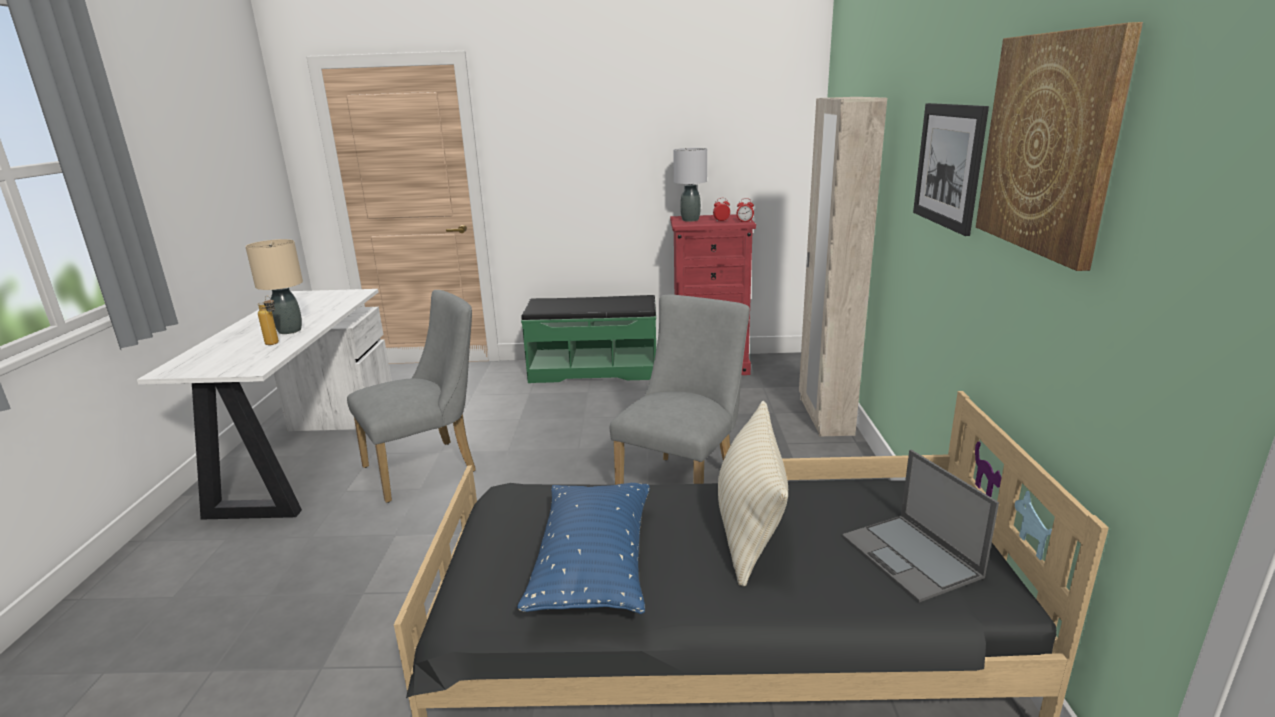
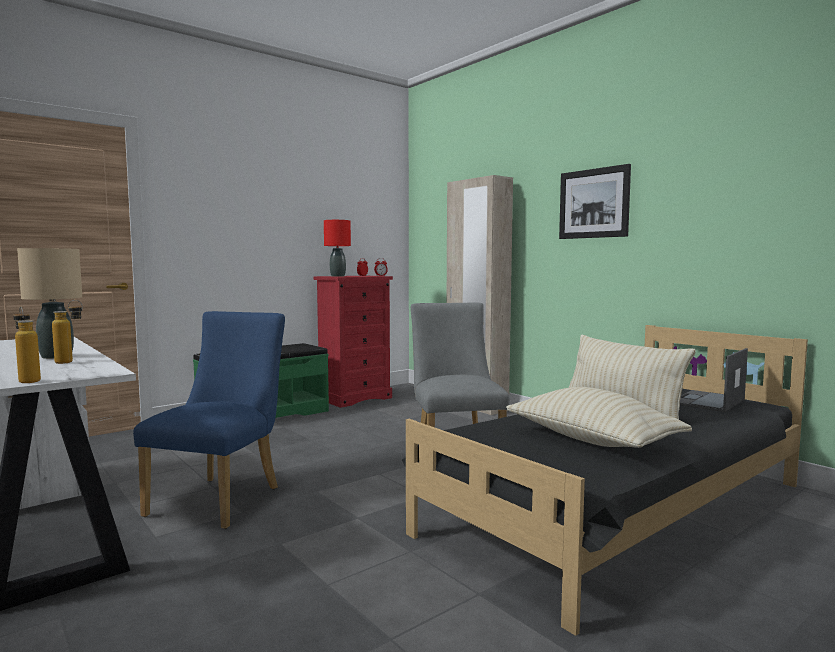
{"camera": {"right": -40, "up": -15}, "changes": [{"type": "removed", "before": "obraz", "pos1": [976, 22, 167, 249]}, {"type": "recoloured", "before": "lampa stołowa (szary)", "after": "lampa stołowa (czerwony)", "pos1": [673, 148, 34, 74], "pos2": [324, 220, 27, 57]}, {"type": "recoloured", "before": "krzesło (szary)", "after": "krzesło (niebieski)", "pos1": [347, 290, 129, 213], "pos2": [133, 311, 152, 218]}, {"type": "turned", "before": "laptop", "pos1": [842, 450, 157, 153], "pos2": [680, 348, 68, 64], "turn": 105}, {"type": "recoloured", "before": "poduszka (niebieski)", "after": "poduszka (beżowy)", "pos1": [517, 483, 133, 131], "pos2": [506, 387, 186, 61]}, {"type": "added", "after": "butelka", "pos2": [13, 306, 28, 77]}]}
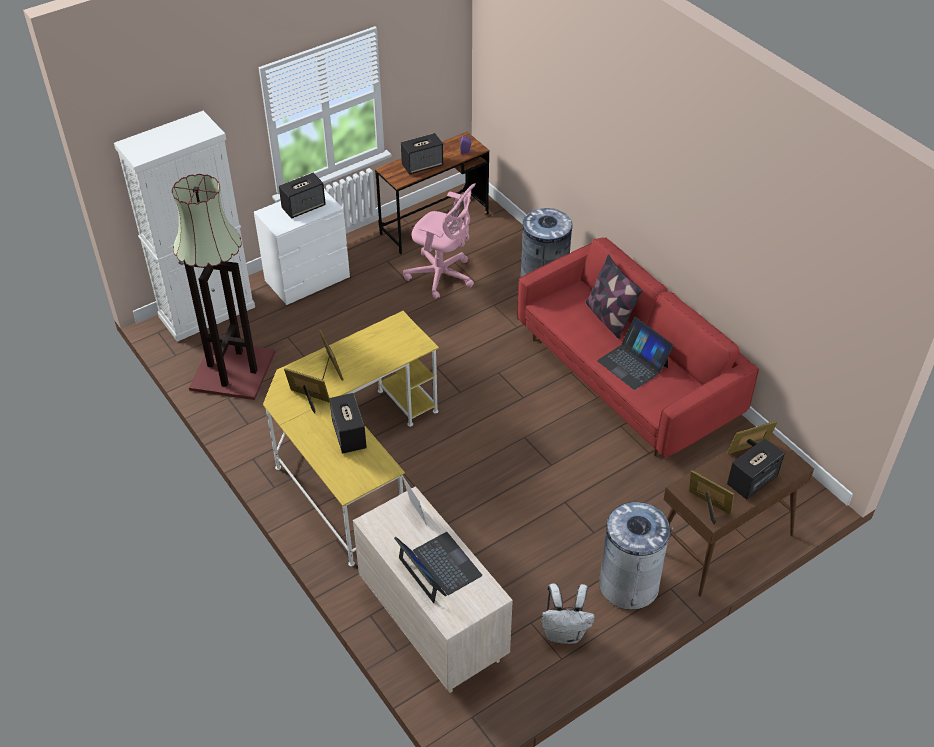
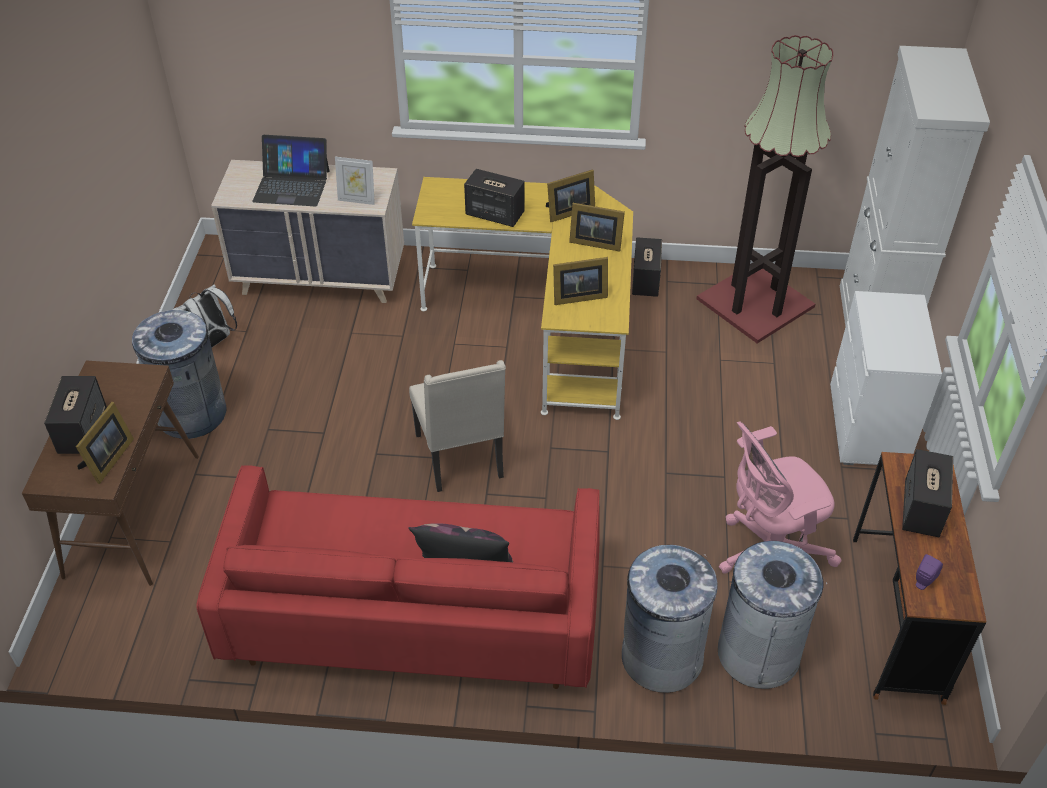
{"camera": {"right": 130, "up": 0}, "changes": [{"type": "moved", "before": "głośnik", "pos1": [279, 173, 47, 45], "pos2": [632, 237, 30, 60]}, {"type": "removed", "before": "laptop", "pos1": [597, 317, 77, 73]}, {"type": "moved", "before": "ramka na zdjęcie", "pos1": [689, 470, 45, 55], "pos2": [553, 257, 55, 48]}, {"type": "added", "after": "krzesło (beżowy)", "pos2": [409, 360, 97, 132]}, {"type": "added", "after": "kosz na śmieci (szary)", "pos2": [718, 541, 109, 148]}]}
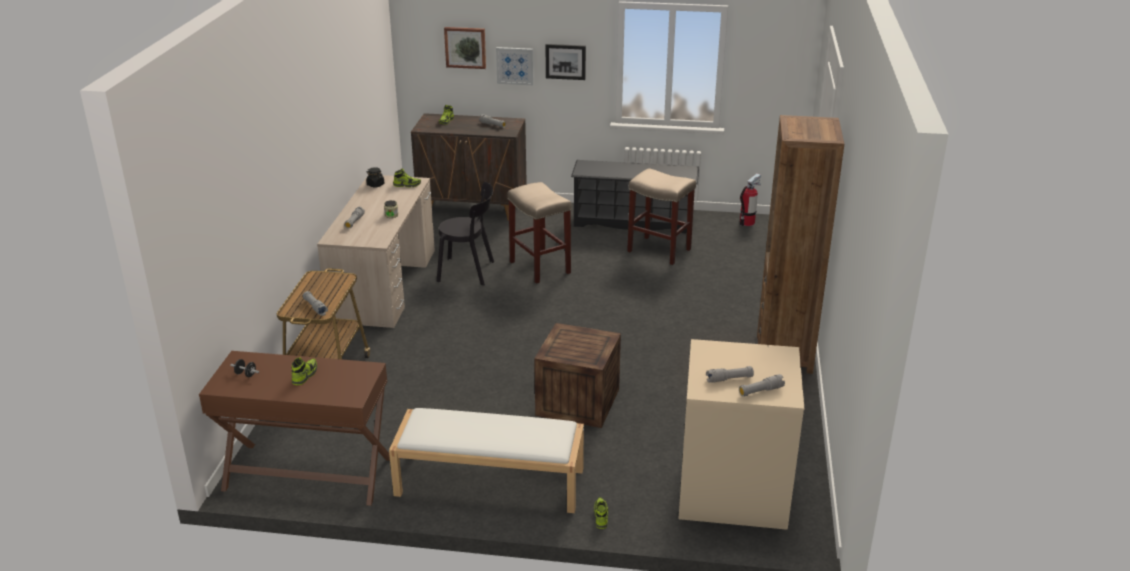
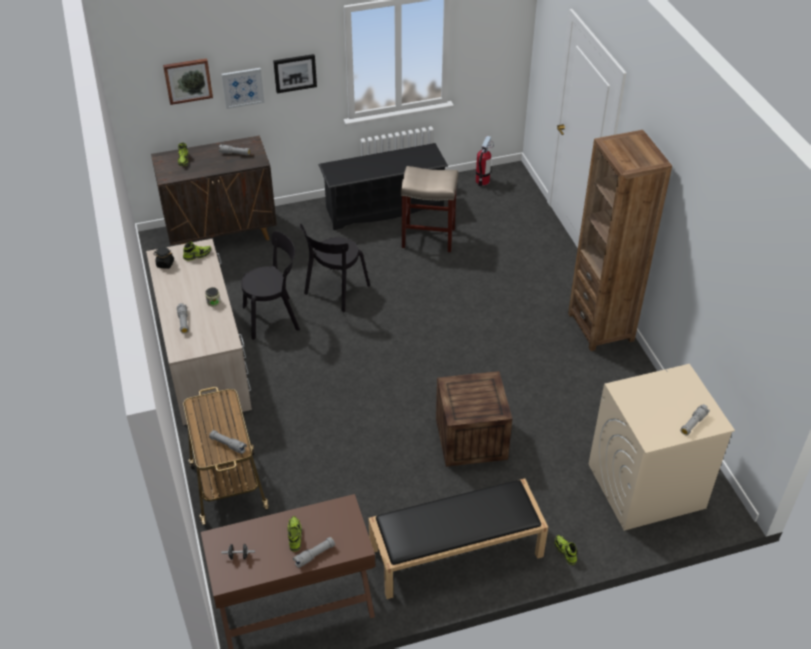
{"camera": {"right": -25, "up": 15}, "changes": [{"type": "replaced", "before": "stołek (beżowy)", "after": "krzesło (czarny)", "pos1": [507, 182, 65, 102], "pos2": [300, 223, 70, 89]}, {"type": "moved", "before": "latarka (szary)", "pos1": [706, 366, 48, 17], "pos2": [293, 537, 42, 31]}, {"type": "recoloured", "before": "ławka (biały)", "after": "ławka (czarny)", "pos1": [389, 408, 195, 105], "pos2": [368, 478, 180, 121]}]}
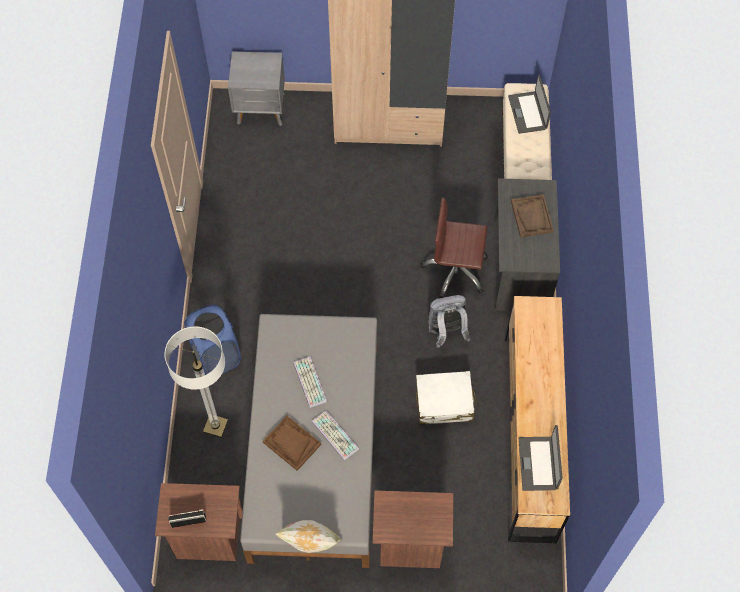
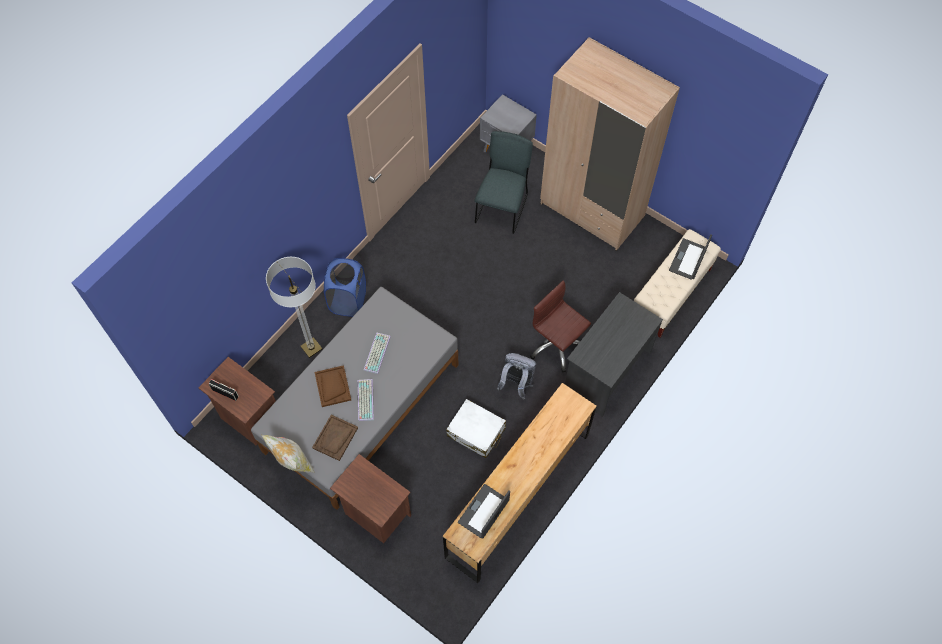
{"camera": {"right": 35, "up": 0}, "changes": [{"type": "moved", "before": "taca (brązowy)", "pos1": [511, 195, 43, 42], "pos2": [312, 415, 46, 46]}, {"type": "added", "after": "krzesło (szary)", "pos2": [474, 131, 59, 103]}]}
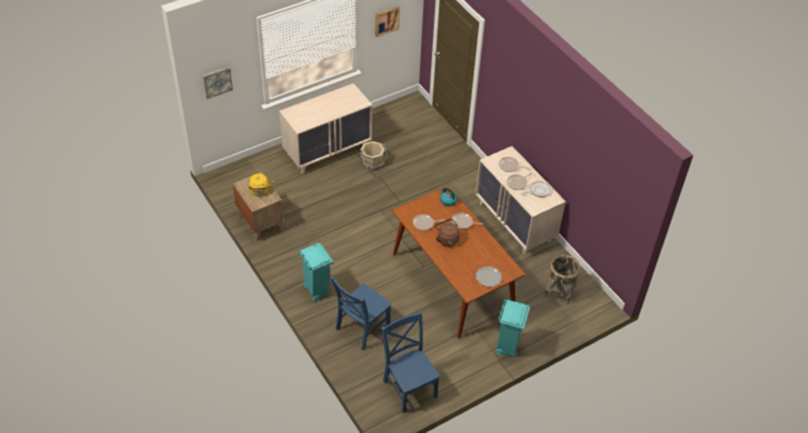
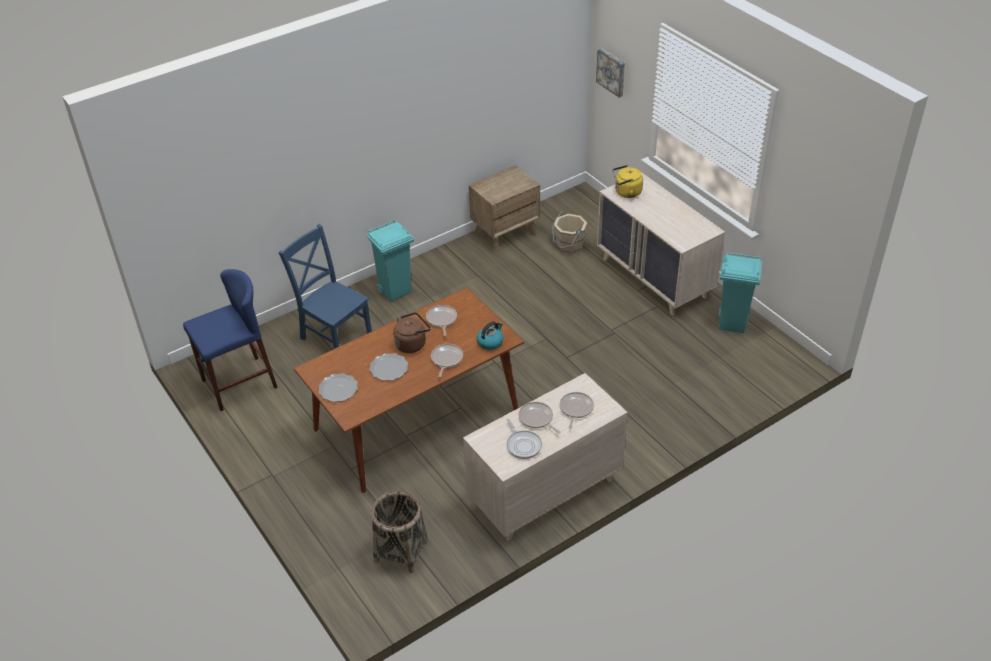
{"camera": {"right": 90, "up": -5}, "changes": [{"type": "removed", "before": "obraz", "pos1": [375, 6, 25, 31]}, {"type": "moved", "before": "wiadro (beżowy)", "pos1": [360, 141, 28, 29], "pos2": [552, 211, 36, 42]}, {"type": "moved", "before": "czajnik (żółty)", "pos1": [248, 173, 25, 23], "pos2": [612, 165, 31, 33]}, {"type": "moved", "before": "kosz na śmieci (turkusowy)", "pos1": [496, 299, 34, 58], "pos2": [718, 252, 44, 81]}, {"type": "replaced", "before": "krzesło (niebieski)", "after": "stołek (niebieski)", "pos1": [381, 311, 59, 102], "pos2": [183, 269, 95, 142]}, {"type": "added", "after": "talerz", "pos2": [370, 353, 38, 28]}]}
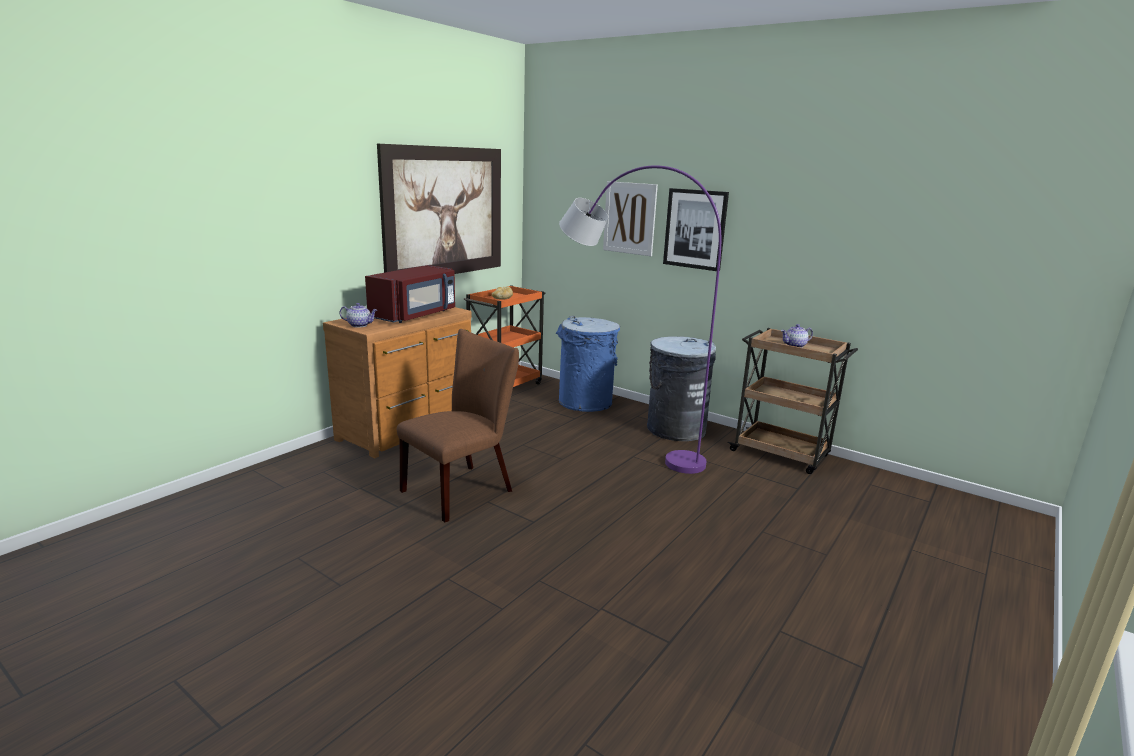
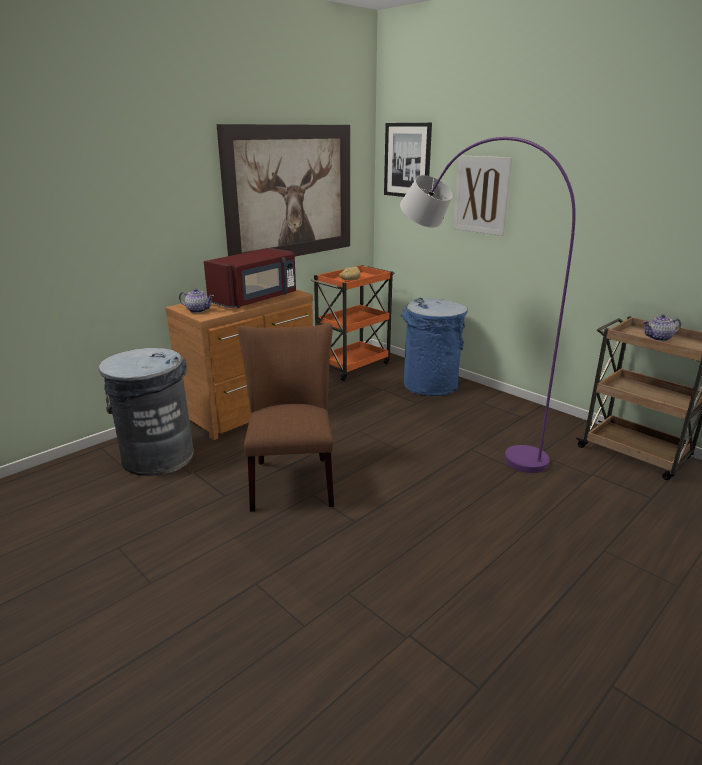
{"camera": {"right": 10, "up": 5}, "changes": [{"type": "moved", "before": "obraz", "pos1": [663, 188, 66, 83], "pos2": [384, 123, 48, 74]}, {"type": "turned", "before": "krzesło (brązowy)", "pos1": [397, 329, 122, 193], "pos2": [238, 323, 96, 189], "turn": -60}, {"type": "moved", "before": "kosz na śmieci (szary)", "pos1": [647, 336, 69, 105], "pos2": [99, 348, 95, 128]}]}
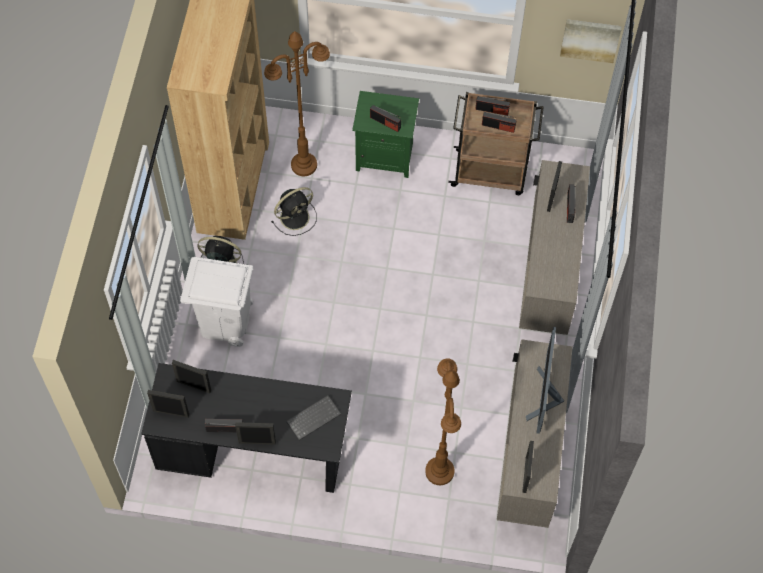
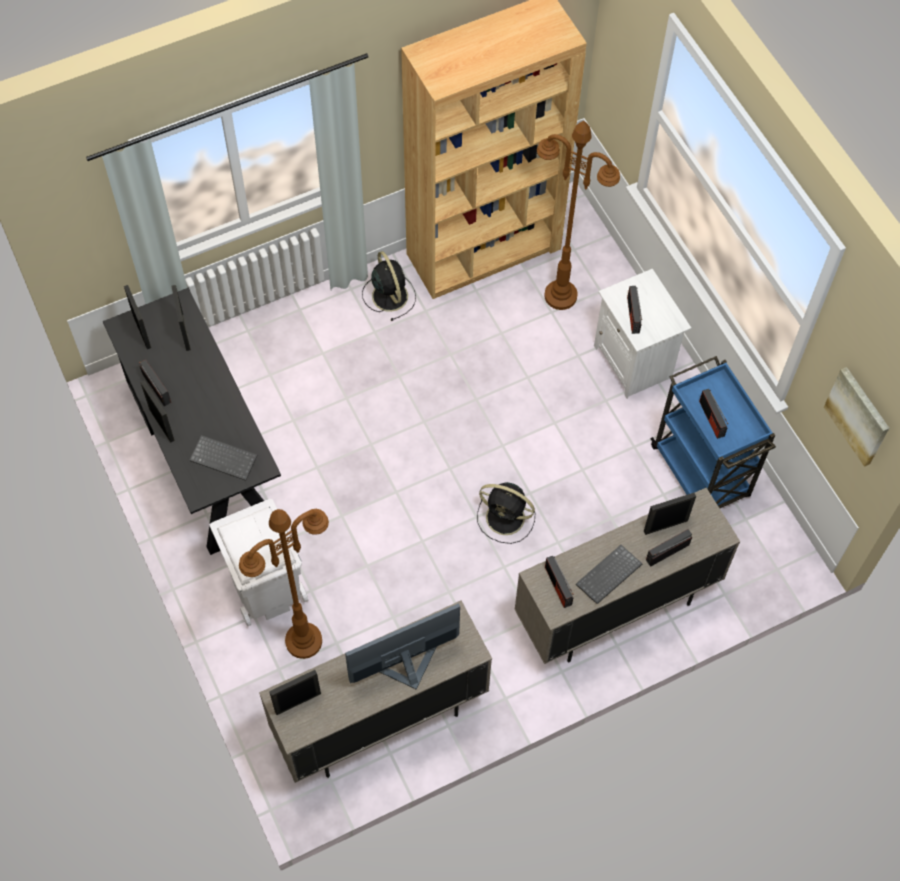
{"camera": {"right": 55, "up": 0}, "changes": [{"type": "recoloured", "before": "szafka nocna (zielony)", "after": "szafka nocna (biały)", "pos1": [352, 91, 67, 87], "pos2": [594, 269, 97, 130]}, {"type": "recoloured", "before": "wózek (brązowy)", "after": "wózek (niebieski)", "pos1": [448, 92, 96, 103], "pos2": [650, 356, 126, 152]}, {"type": "moved", "before": "radio", "pos1": [475, 96, 35, 20], "pos2": [545, 556, 28, 52]}, {"type": "moved", "before": "wentylator (czarny)", "pos1": [271, 187, 46, 49], "pos2": [477, 482, 58, 62]}, {"type": "moved", "before": "kosz na śmieci (biały)", "pos1": [180, 257, 74, 90], "pos2": [210, 499, 98, 127]}, {"type": "added", "after": "klawiatura", "pos2": [576, 545, 67, 59]}]}
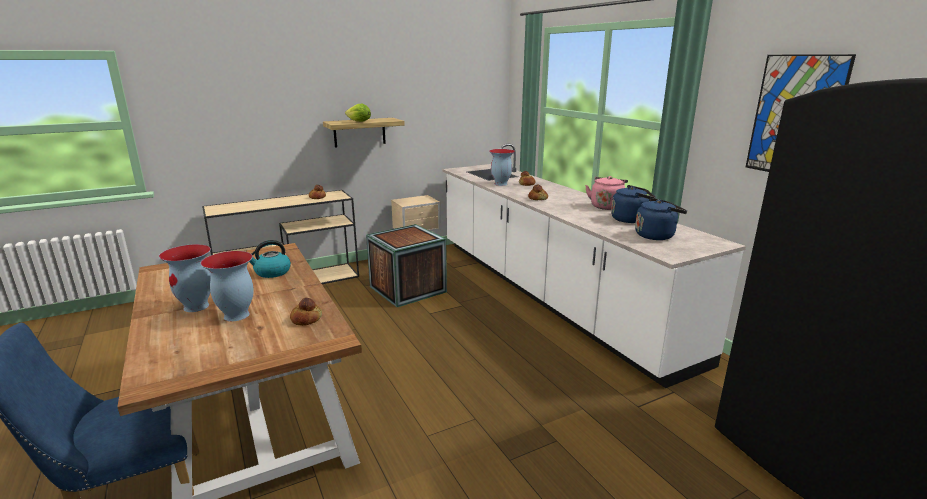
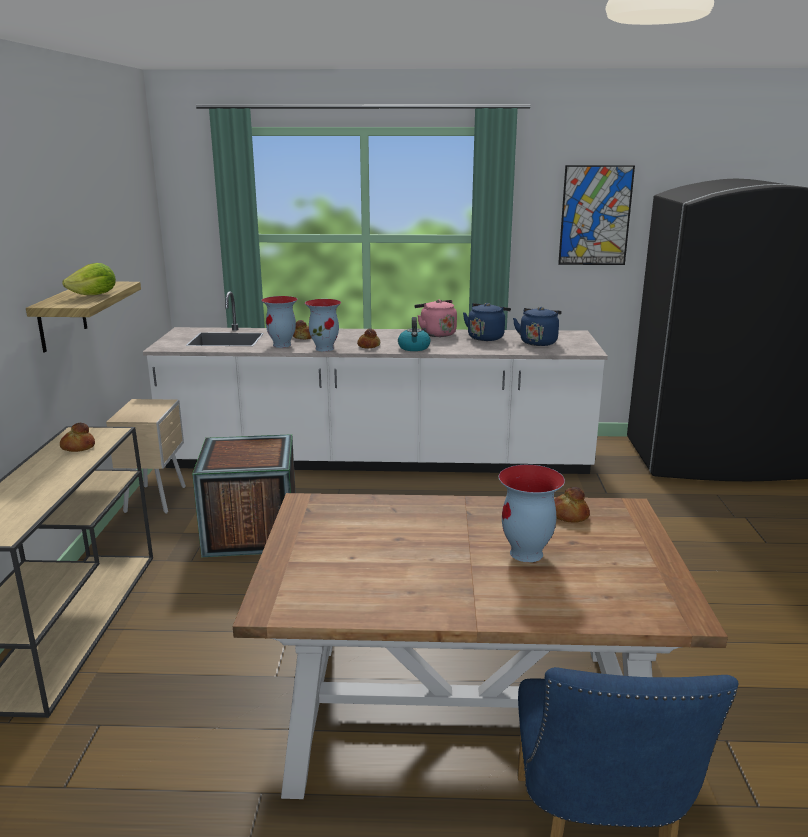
{"camera": {"right": -60, "up": 0}, "changes": [{"type": "moved", "before": "czajnik", "pos1": [250, 240, 41, 38], "pos2": [398, 317, 33, 34]}, {"type": "moved", "before": "wazon", "pos1": [159, 244, 52, 68], "pos2": [305, 299, 36, 52]}]}
